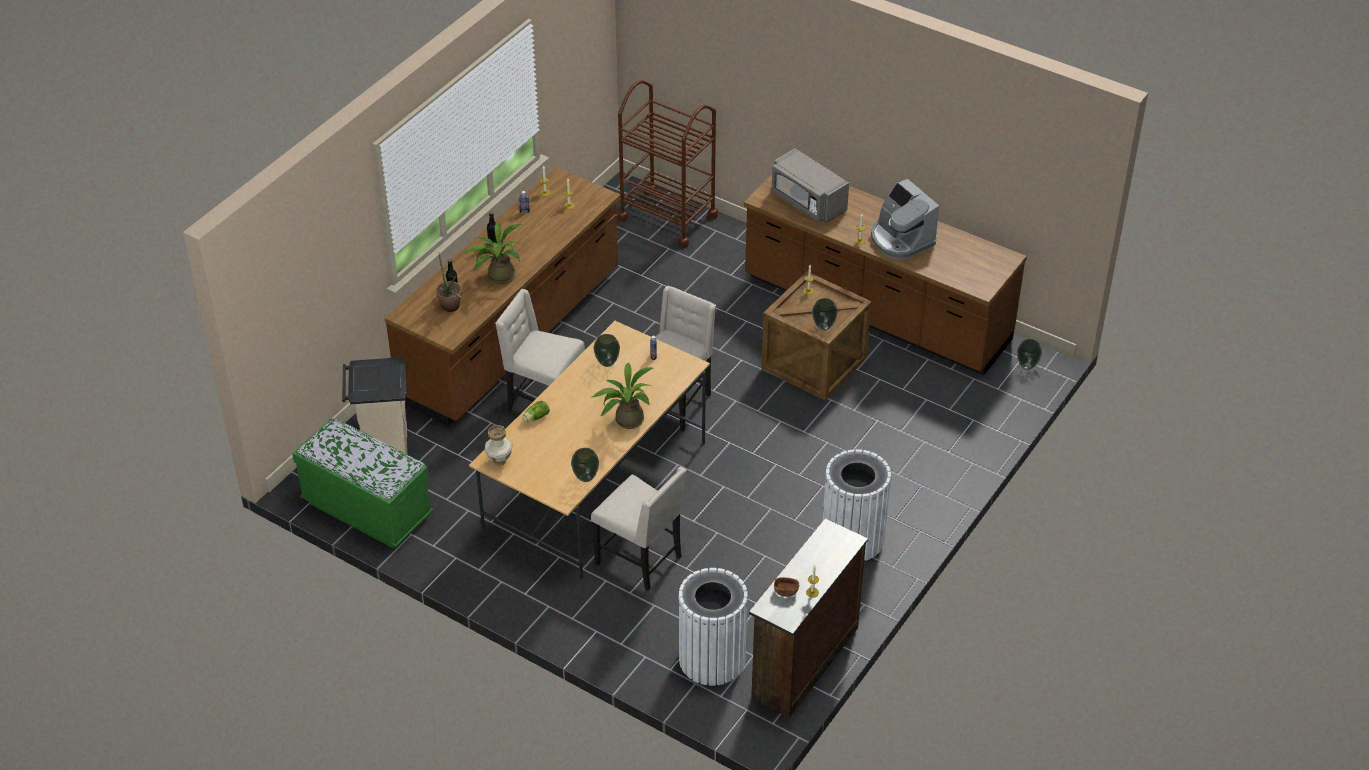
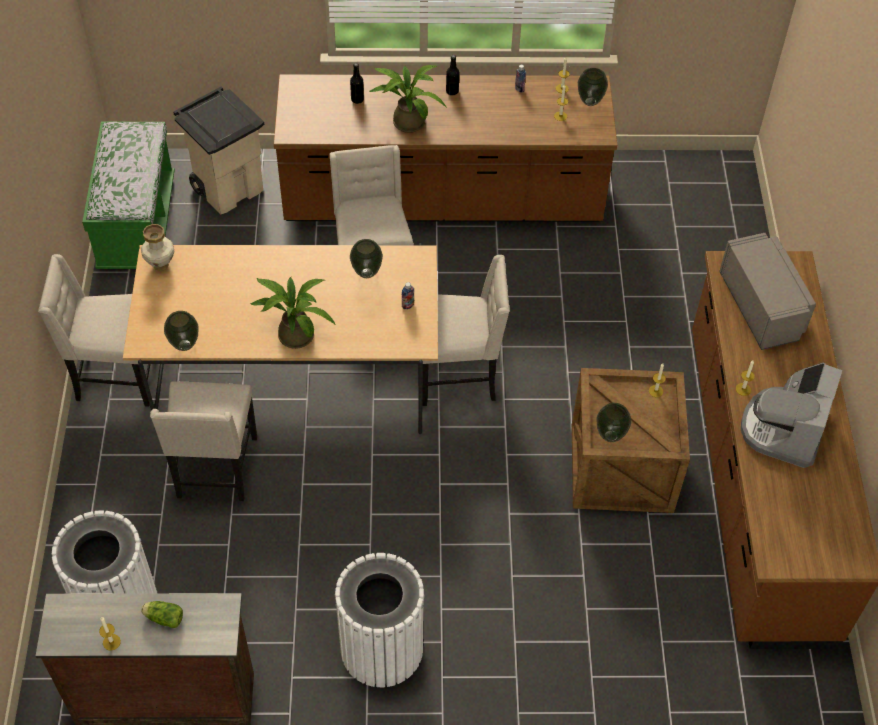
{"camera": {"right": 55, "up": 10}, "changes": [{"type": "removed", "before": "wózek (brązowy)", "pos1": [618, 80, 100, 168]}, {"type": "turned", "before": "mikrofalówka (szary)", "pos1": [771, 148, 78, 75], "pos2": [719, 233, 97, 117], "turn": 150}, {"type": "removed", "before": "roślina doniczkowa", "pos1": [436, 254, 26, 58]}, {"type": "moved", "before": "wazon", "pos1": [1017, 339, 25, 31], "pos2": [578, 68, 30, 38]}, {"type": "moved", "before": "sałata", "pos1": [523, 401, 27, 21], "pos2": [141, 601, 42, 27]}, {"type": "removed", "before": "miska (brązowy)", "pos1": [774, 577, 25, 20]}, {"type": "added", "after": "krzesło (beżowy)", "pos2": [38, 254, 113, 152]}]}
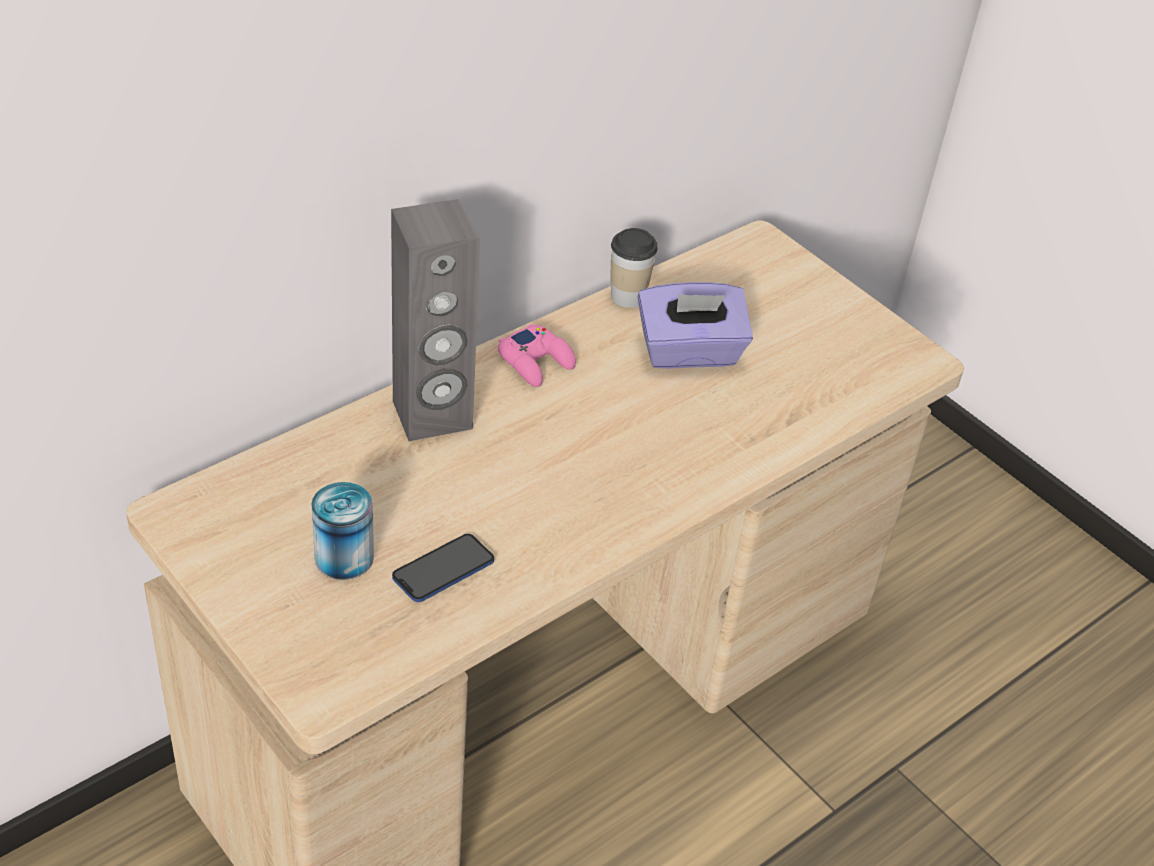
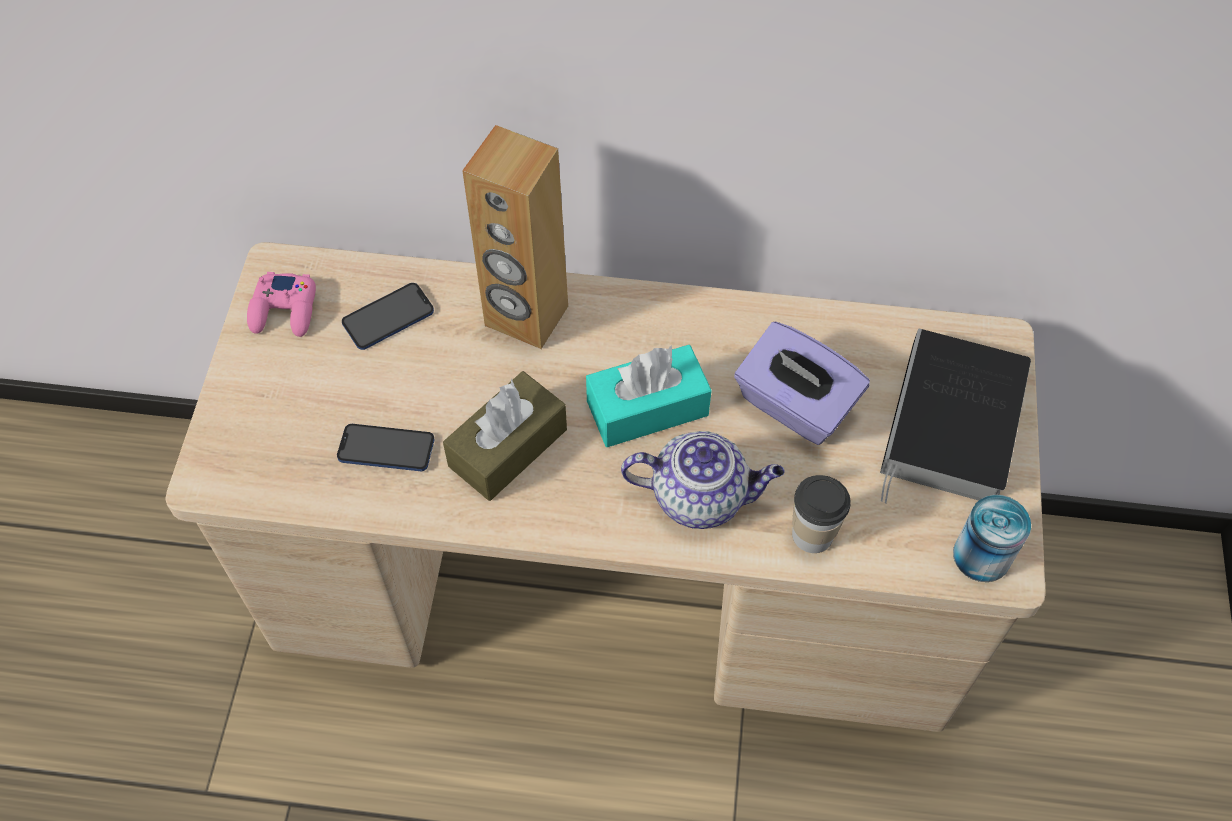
{"camera": {"right": 50, "up": 15}, "changes": [{"type": "recoloured", "before": "głośnik (szary)", "after": "głośnik (brązowy)", "pos1": [391, 199, 89, 242], "pos2": [462, 125, 106, 224]}, {"type": "moved", "before": "filiżanka", "pos1": [610, 228, 47, 80], "pos2": [792, 475, 58, 78]}, {"type": "moved", "before": "pad do gier (różowy)", "pos1": [498, 324, 78, 63], "pos2": [247, 272, 69, 65]}, {"type": "moved", "before": "puszka", "pos1": [311, 482, 63, 98], "pos2": [953, 495, 78, 87]}, {"type": "added", "after": "telefon", "pos2": [342, 283, 92, 67]}, {"type": "added", "after": "książka", "pos2": [880, 329, 151, 175]}, {"type": "added", "after": "pudełko chusteczek (turkusowy)", "pos2": [586, 345, 126, 102]}, {"type": "added", "after": "pudełko chusteczek (brązowy)", "pos2": [443, 371, 124, 130]}, {"type": "added", "after": "imbryk", "pos2": [621, 431, 164, 98]}]}
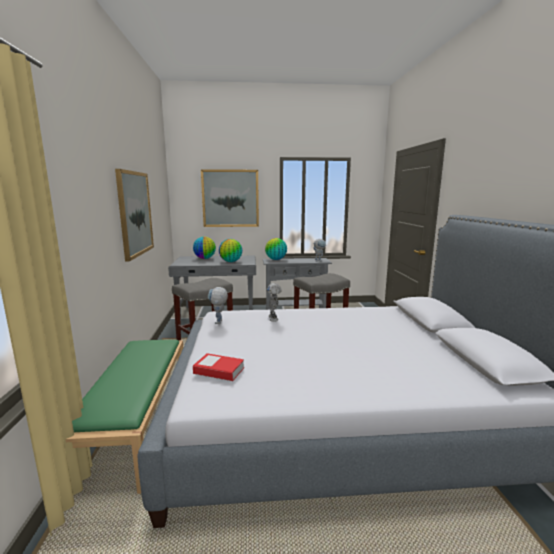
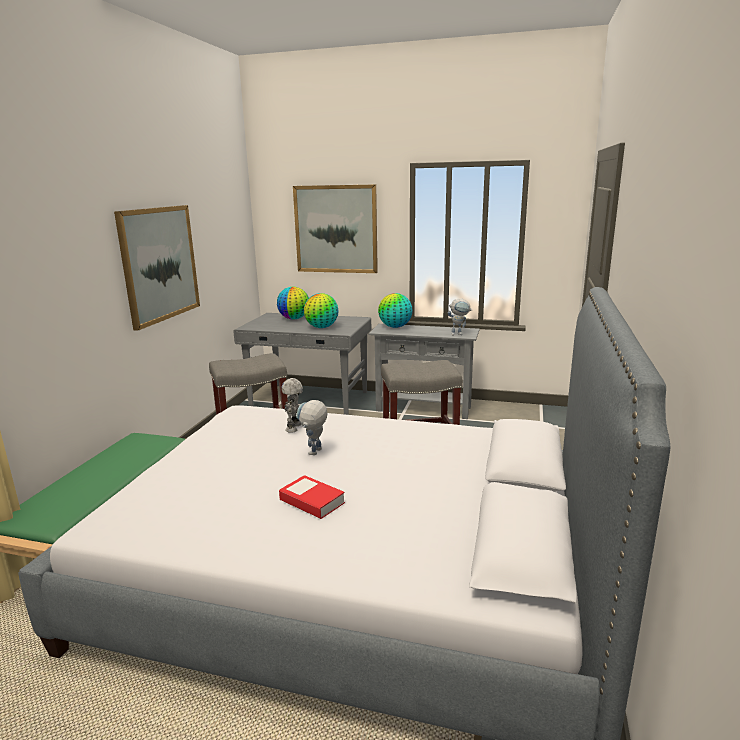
{"camera": {"right": 20, "up": 5}, "changes": [{"type": "moved", "before": "robot zabawkowy", "pos1": [208, 287, 20, 37], "pos2": [296, 400, 32, 55]}, {"type": "moved", "before": "książka", "pos1": [193, 353, 51, 28], "pos2": [279, 475, 66, 44]}]}
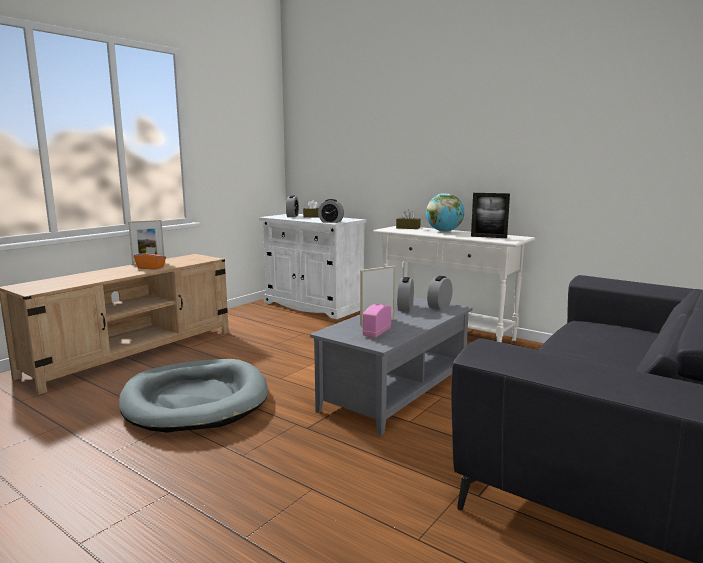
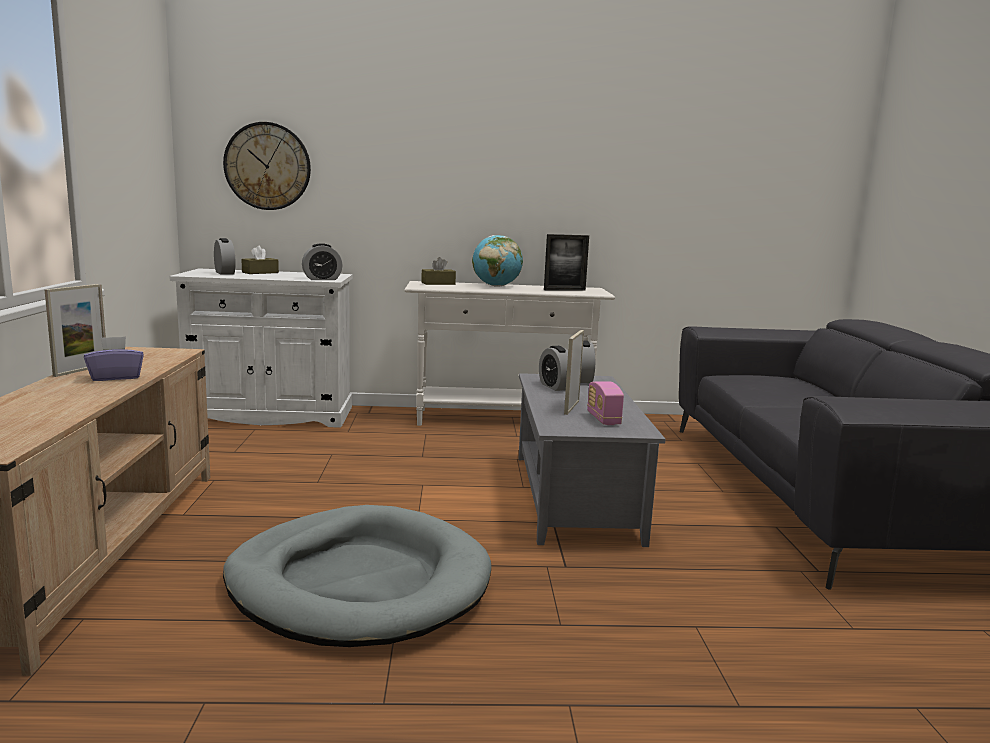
{"camera": {"right": -40, "up": 0}, "changes": [{"type": "recoloured", "before": "pudełko chusteczek (pomarańczowy)", "after": "pudełko chusteczek (fioletowy)", "pos1": [134, 247, 32, 23], "pos2": [84, 336, 60, 45]}, {"type": "added", "after": "zegar ścienny", "pos2": [223, 122, 88, 88]}]}
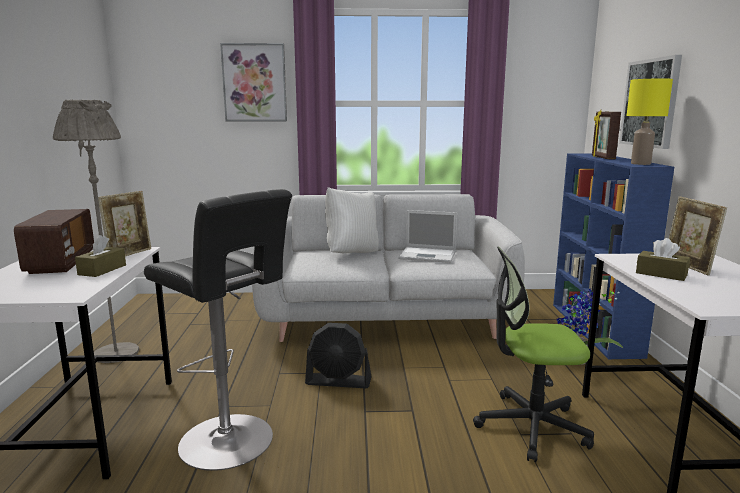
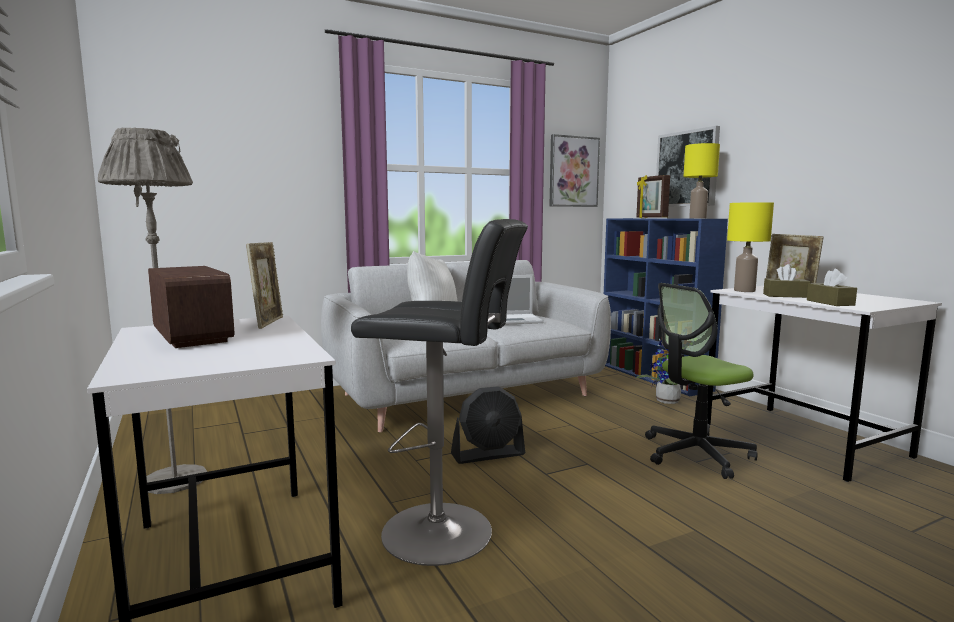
{"camera": {"right": -25, "up": -5}, "changes": [{"type": "moved", "before": "obraz", "pos1": [220, 43, 67, 78], "pos2": [550, 134, 50, 73]}, {"type": "moved", "before": "pudełko chusteczek (brązowy)", "pos1": [75, 235, 51, 42], "pos2": [807, 269, 50, 37]}, {"type": "added", "after": "lampa stołowa (żółty)", "pos2": [727, 202, 47, 90]}]}
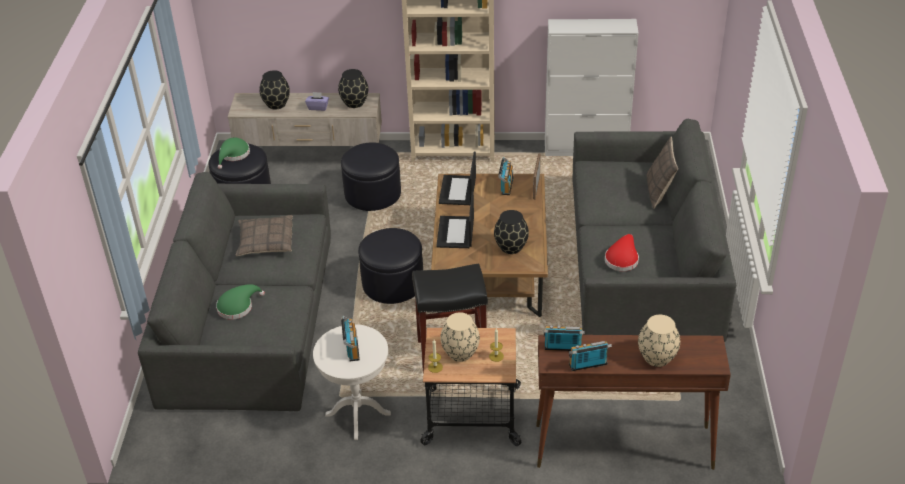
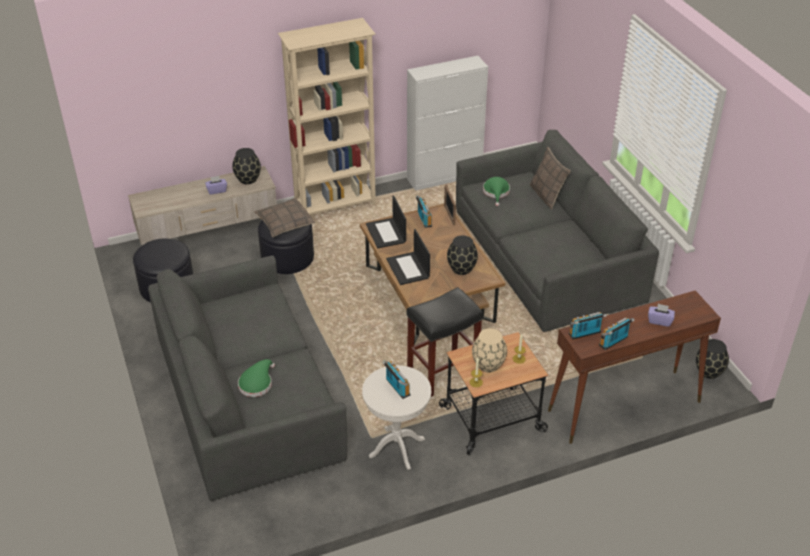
{"camera": {"right": -25, "up": 0}, "changes": [{"type": "moved", "before": "wazon (czarny)", "pos1": [259, 70, 31, 40], "pos2": [696, 339, 33, 40]}, {"type": "moved", "before": "kapelusz (zielony)", "pos1": [218, 138, 32, 31], "pos2": [483, 177, 27, 29]}, {"type": "moved", "before": "poduszka", "pos1": [236, 215, 57, 41], "pos2": [254, 198, 61, 39]}, {"type": "removed", "before": "pufa (czarny)", "pos1": [358, 228, 65, 76]}, {"type": "removed", "before": "kapelusz (czerwony)", "pos1": [605, 234, 34, 37]}, {"type": "replaced", "before": "wazon (beżowy)", "after": "pudełko chusteczek (fioletowy)", "pos1": [638, 315, 42, 52], "pos2": [648, 304, 27, 23]}]}
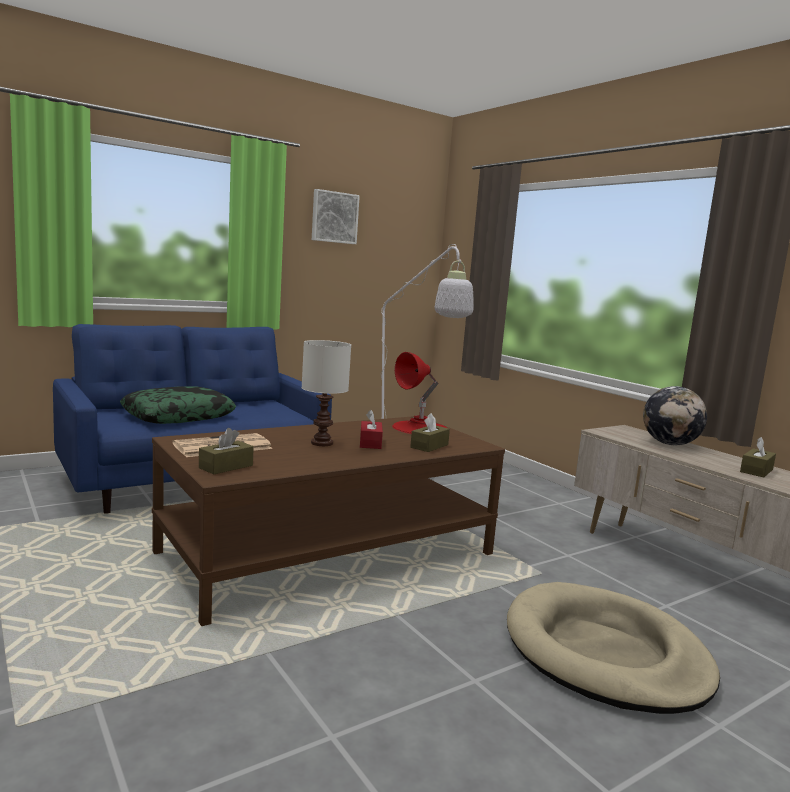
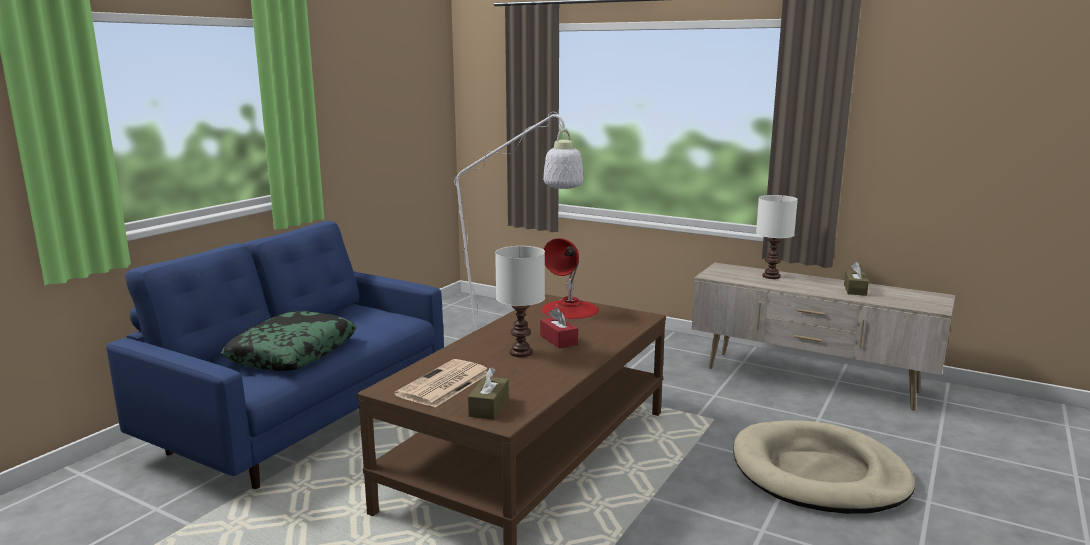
{"camera": {"right": -25, "up": 5}, "changes": [{"type": "removed", "before": "obraz", "pos1": [312, 189, 48, 55]}, {"type": "replaced", "before": "globus", "after": "lampa stołowa (biały)", "pos1": [643, 386, 64, 59], "pos2": [756, 195, 42, 84]}, {"type": "removed", "before": "pudełko chusteczek (brązowy)", "pos1": [410, 413, 40, 39]}]}
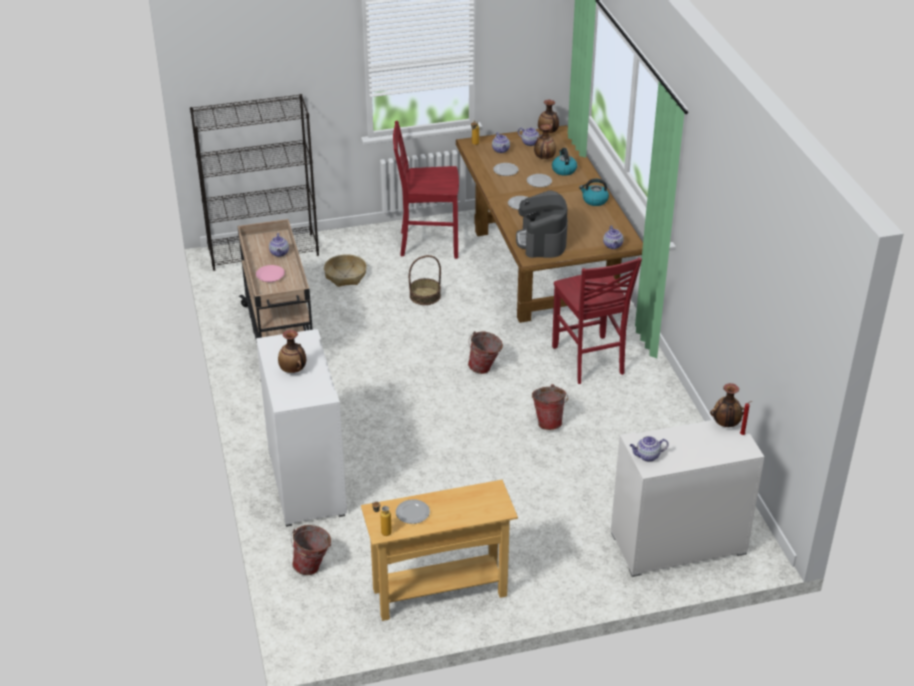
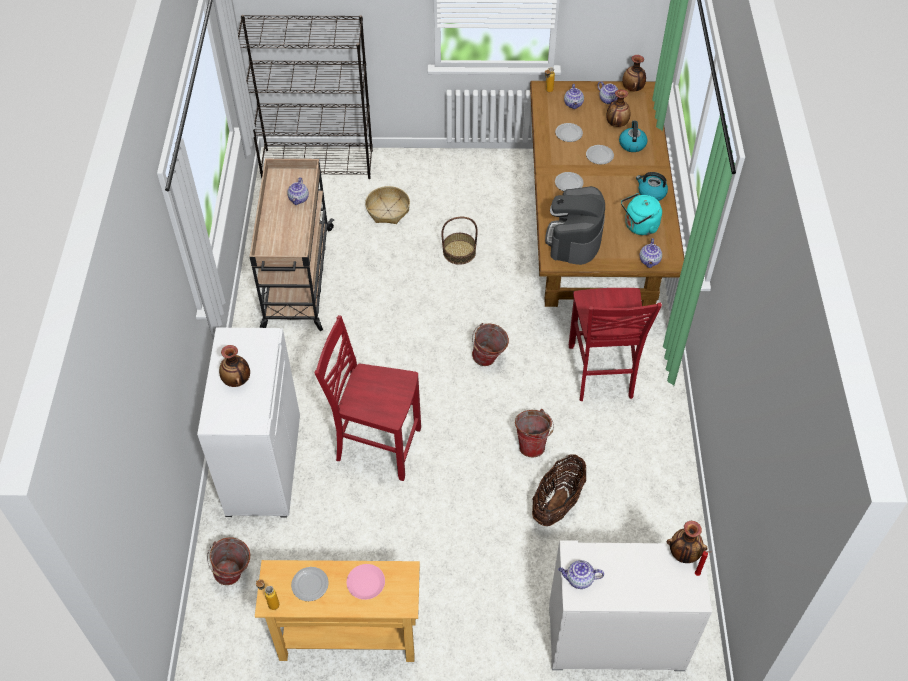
{"camera": {"right": 15, "up": 15}, "changes": [{"type": "moved", "before": "krzesło (czerwony)", "pos1": [393, 121, 66, 138], "pos2": [315, 315, 106, 166]}, {"type": "moved", "before": "talerz (różowy)", "pos1": [256, 265, 29, 17], "pos2": [347, 564, 38, 36]}, {"type": "added", "after": "czajnik (turkusowy)", "pos2": [621, 193, 41, 42]}, {"type": "added", "after": "koszyk", "pos2": [532, 454, 54, 72]}]}
